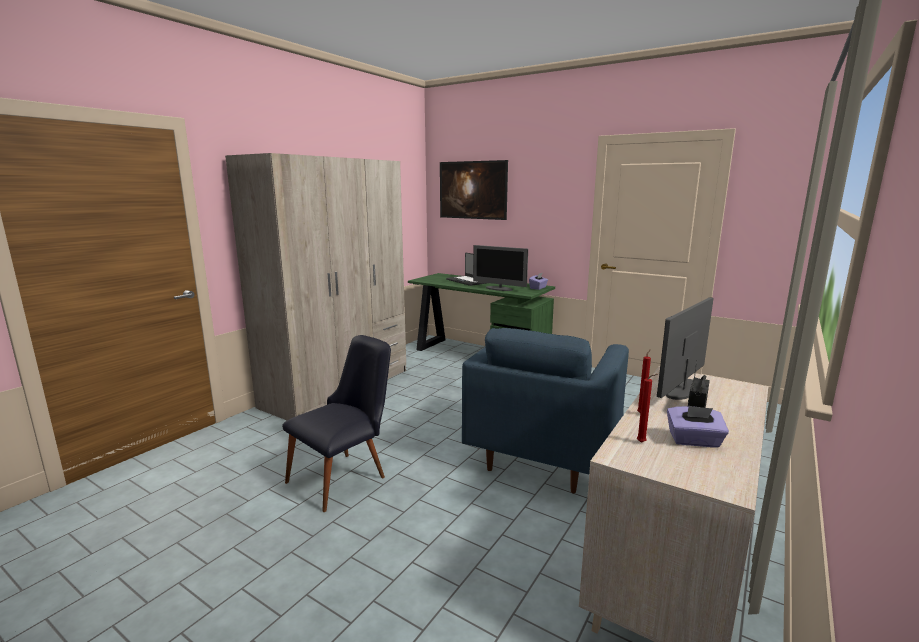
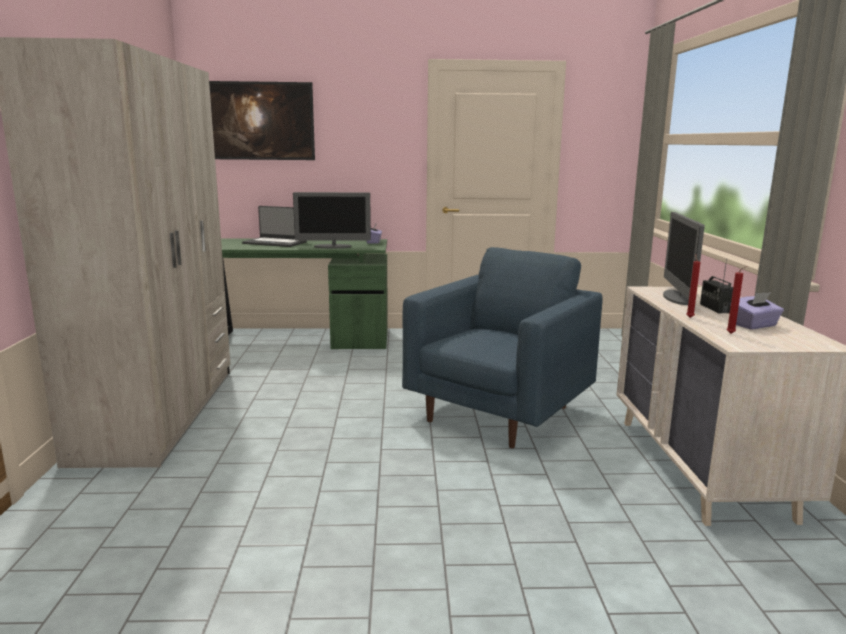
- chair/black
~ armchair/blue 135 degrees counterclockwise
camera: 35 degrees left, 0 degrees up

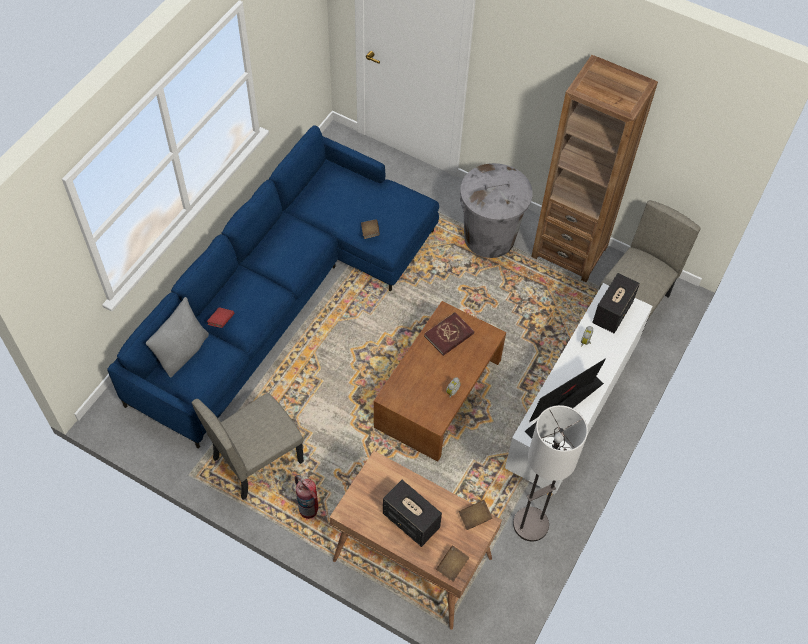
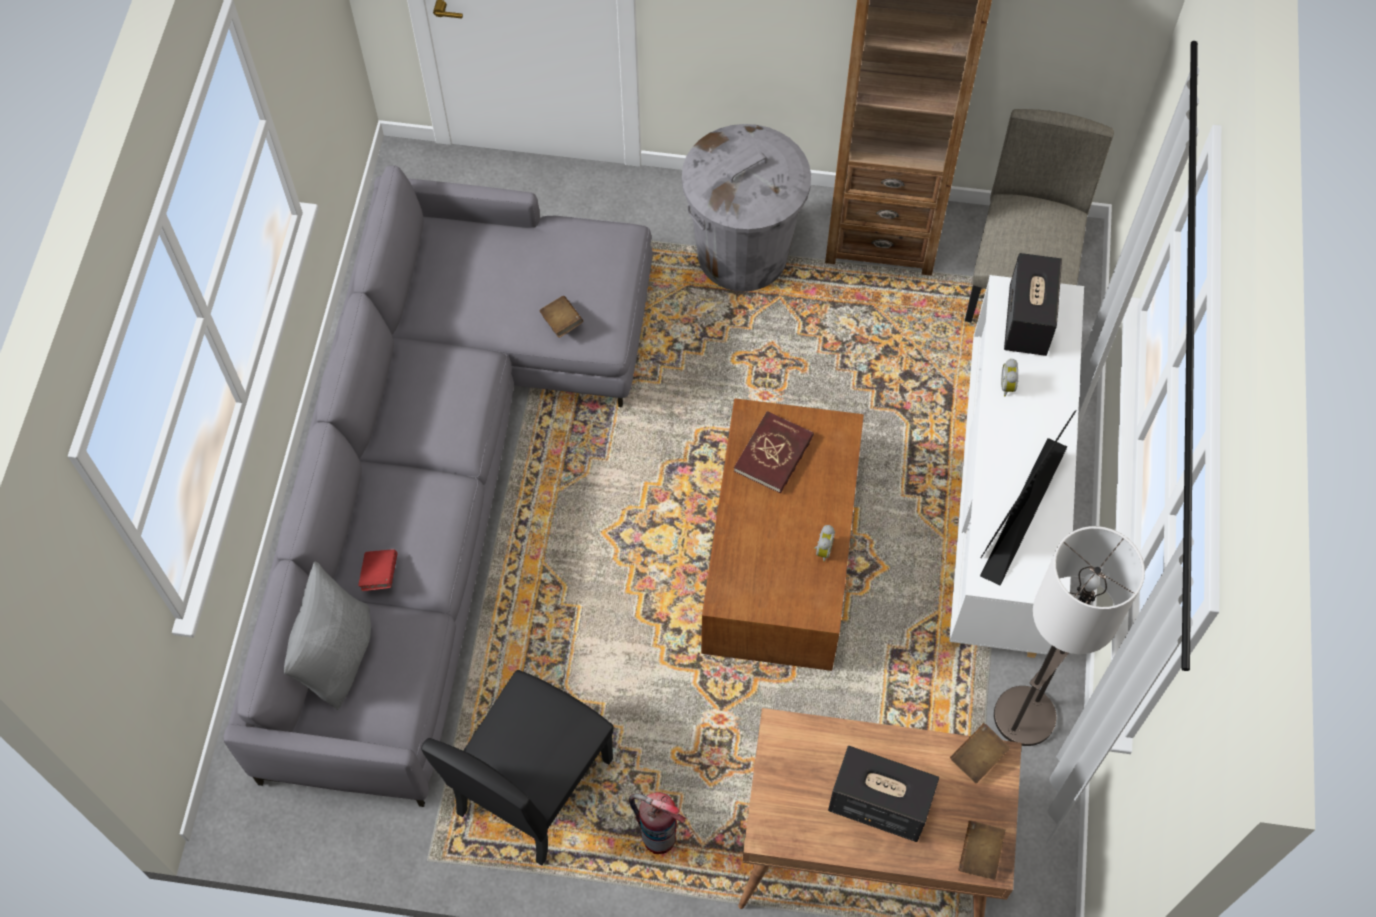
~ sofa/blue to sofa/grey
~ chair/beige (1st from left) to chair/black
camera: 20 degrees left, 5 degrees up

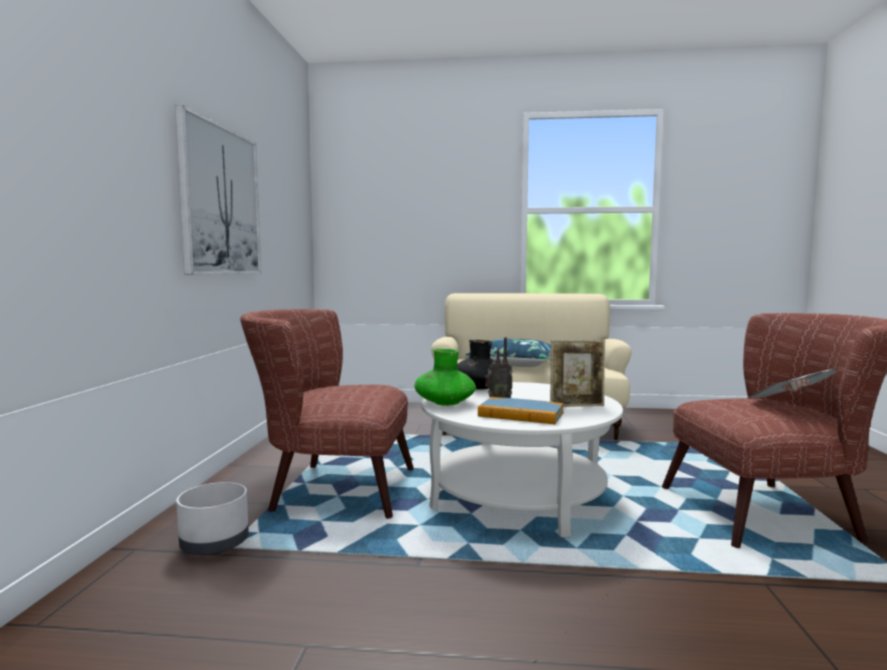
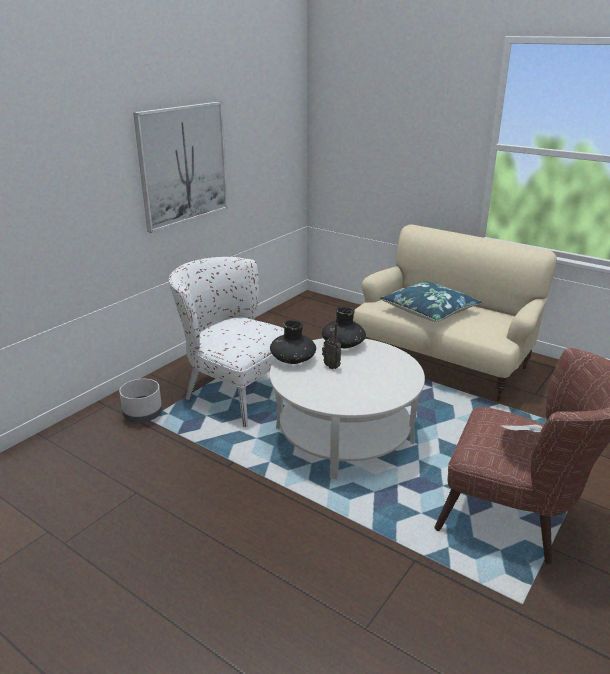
~ armchair/brown (1st from left) to armchair/white
~ vase/green to vase/black (1st from left)
- book
- picture frame
camera: 30 degrees right, 20 degrees up

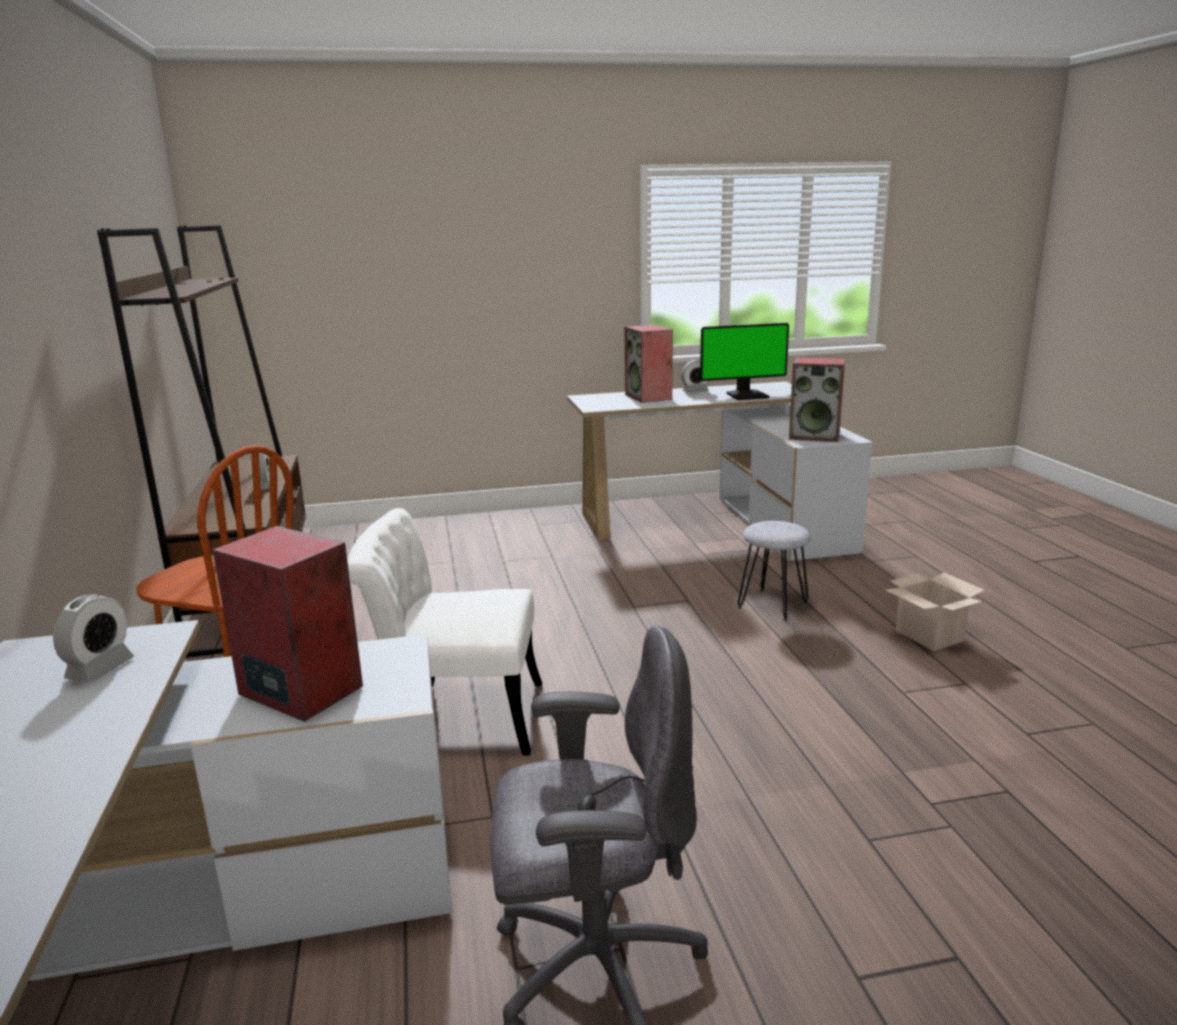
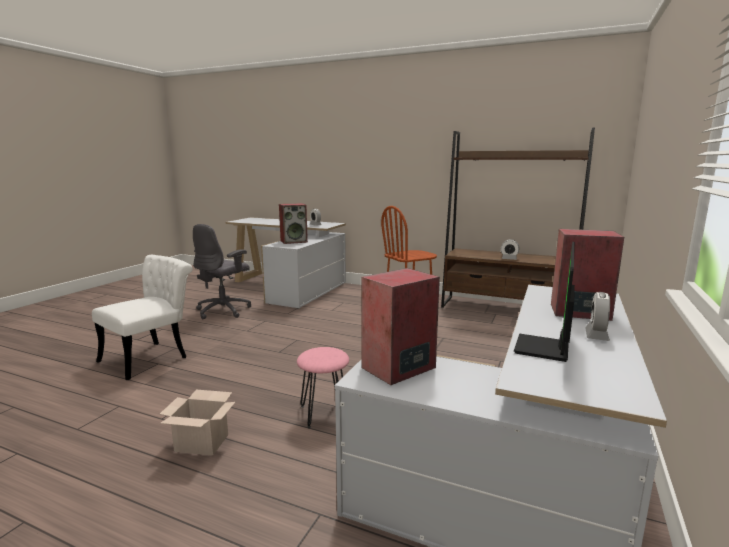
~ chair/white
~ stool/grey to stool/pink
camera: 125 degrees right, 5 degrees down

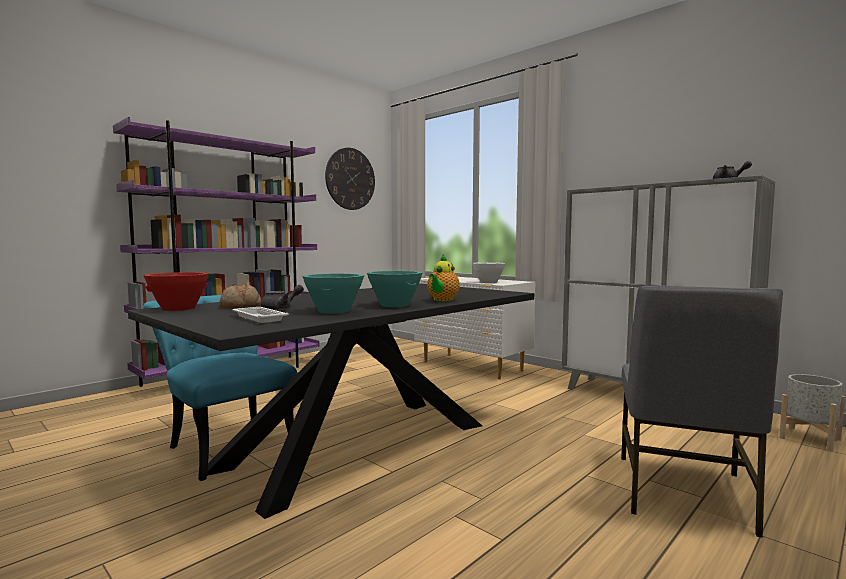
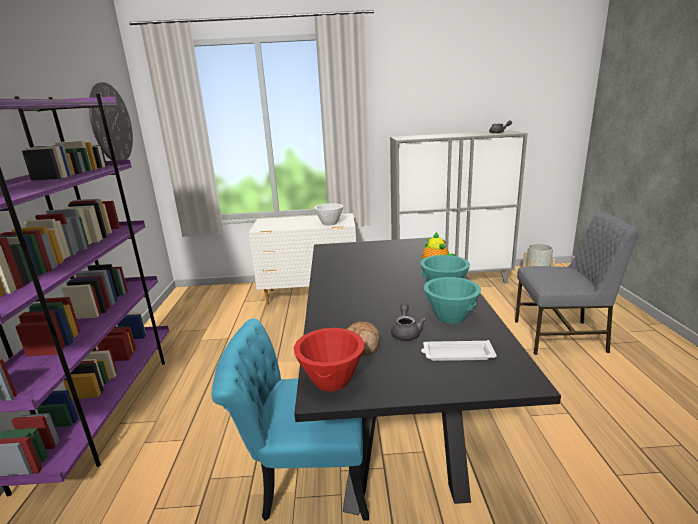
~ chair/grey 60 degrees counterclockwise
camera: 45 degrees left, 15 degrees up

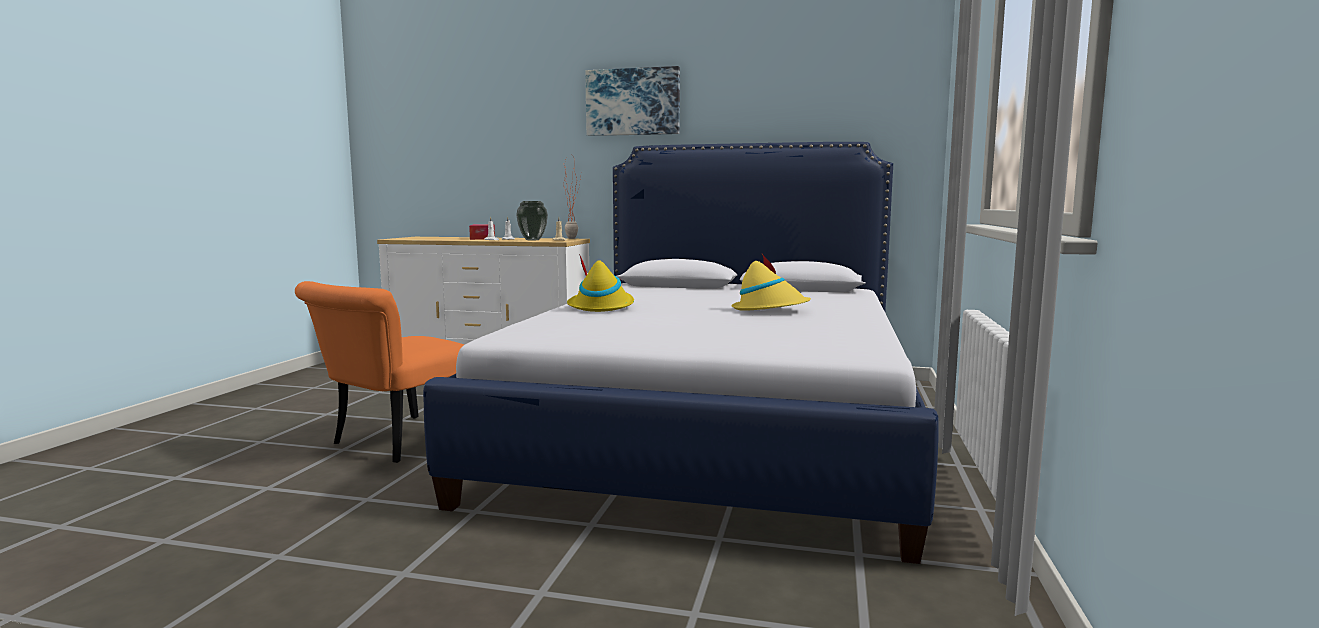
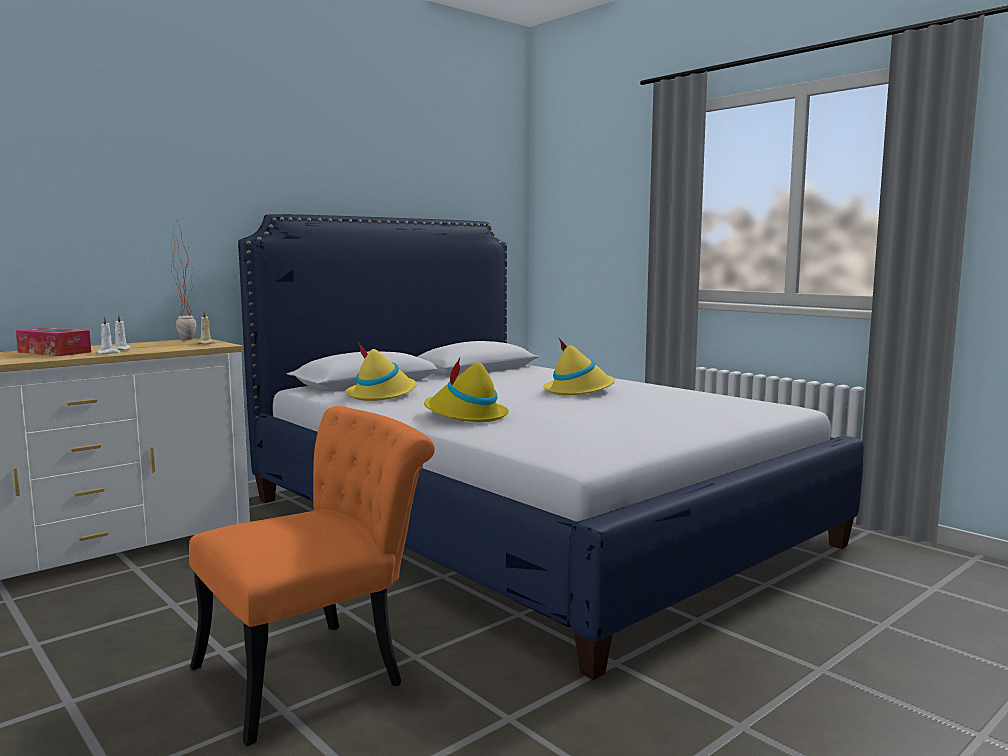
~ chair/orange 105 degrees counterclockwise
- vase
- picture
+ hat/yellow (1st from left)
camera: 55 degrees left, 0 degrees up

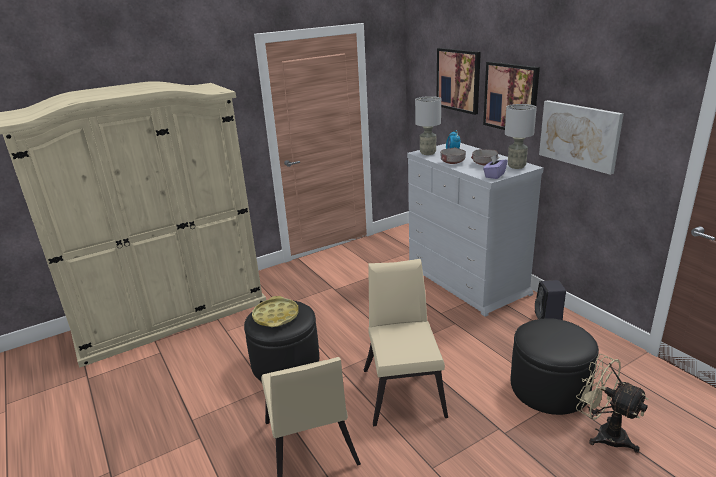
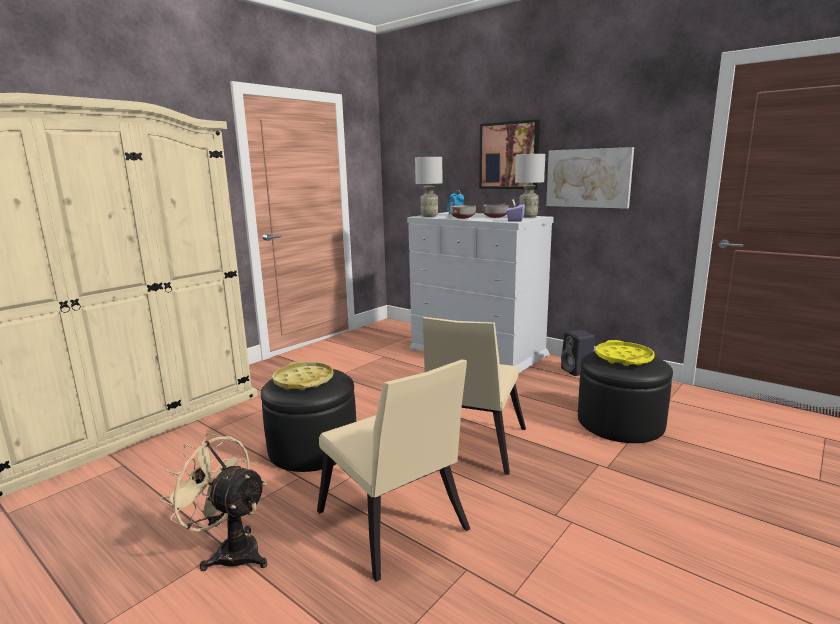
~ chair/beige (2nd from left) 135 degrees counterclockwise
- picture (1st from left)
~ fan/beige
+ tray/yellow (2nd from left)
camera: 20 degrees left, 10 degrees down

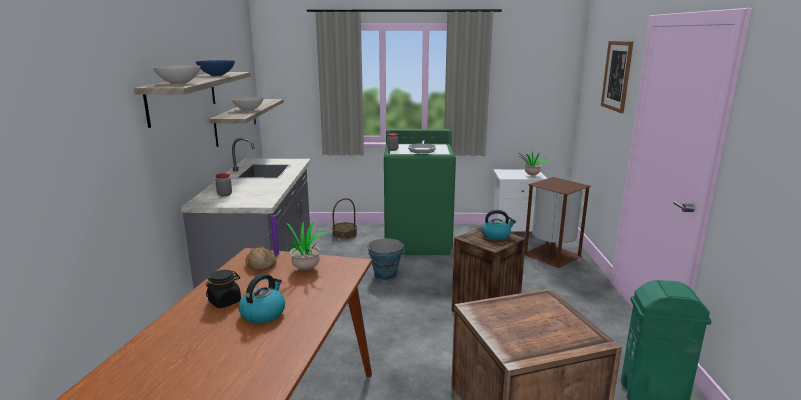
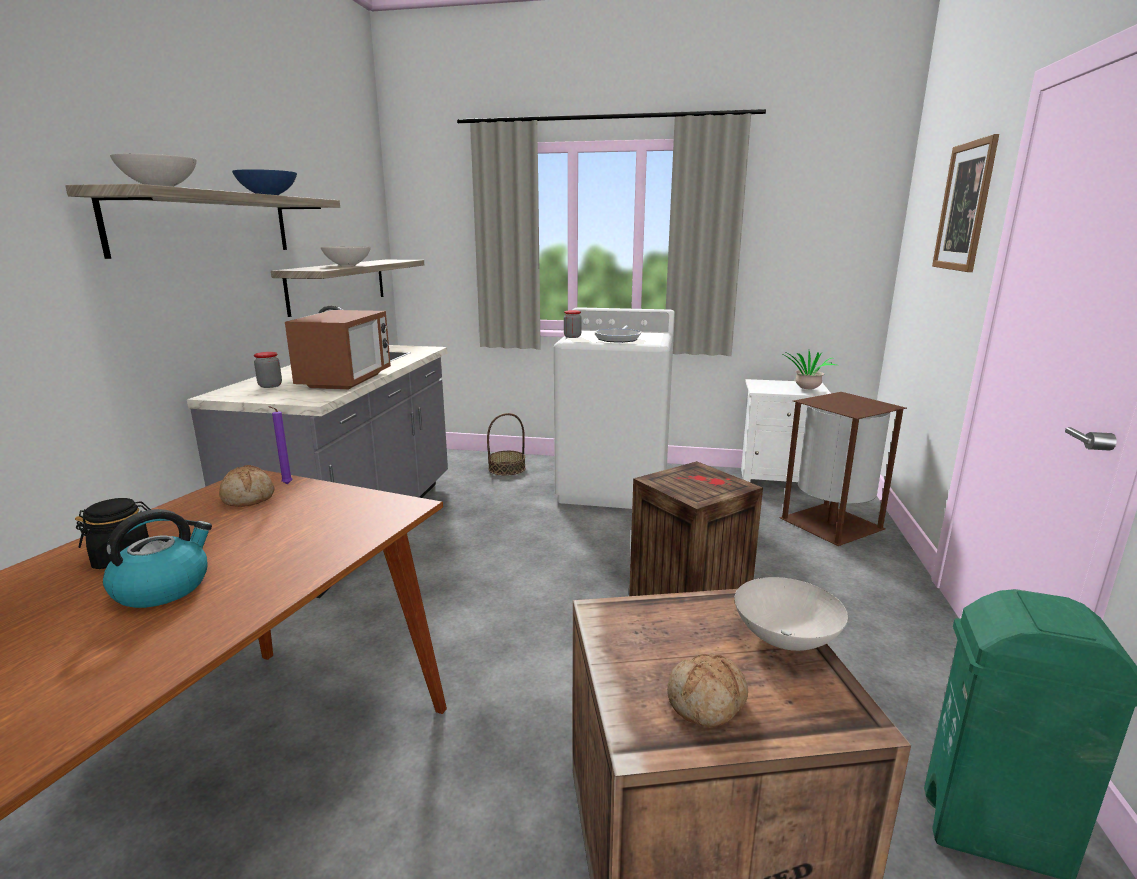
- potted plant (1st from left)
- bucket
~ washing machine/green to washing machine/white
- kettle (2nd from left)
+ microwave
+ bread (2nd from left)
+ bowl/white (3rd from left)
camera: 10 degrees right, 0 degrees up

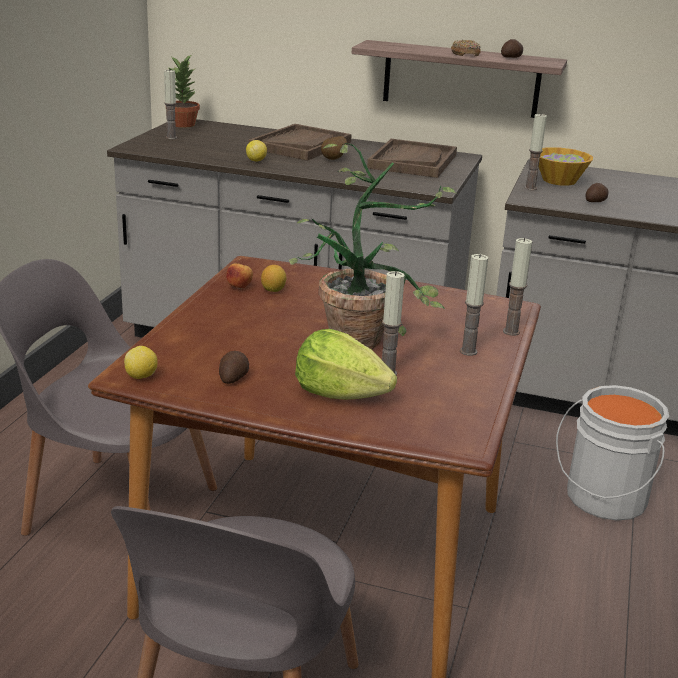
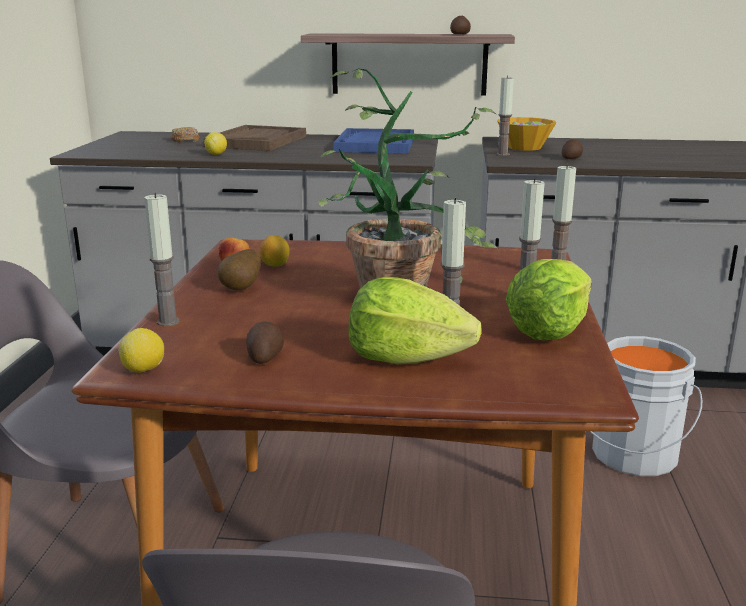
~ candle (1st from left)
- potted plant (1st from left)
~ potato (2nd from left in the first image) to potato (1st from left)
~ tray/brown (2nd from left) to tray/blue
~ donut
+ lettuce (2nd from left)
camera: 10 degrees left, 5 degrees down

